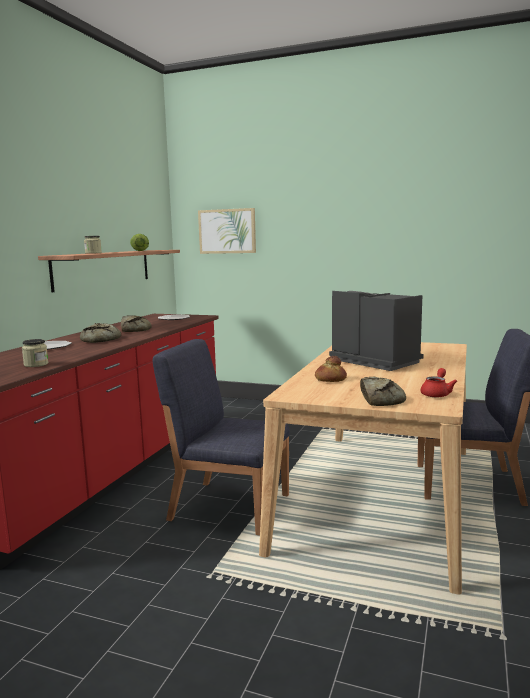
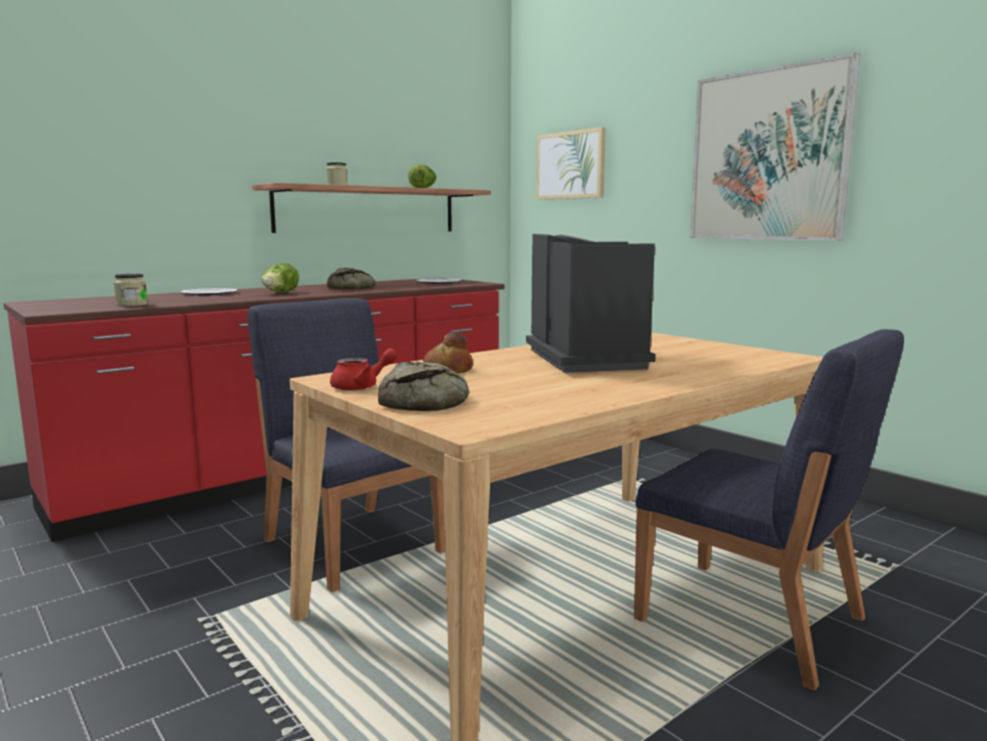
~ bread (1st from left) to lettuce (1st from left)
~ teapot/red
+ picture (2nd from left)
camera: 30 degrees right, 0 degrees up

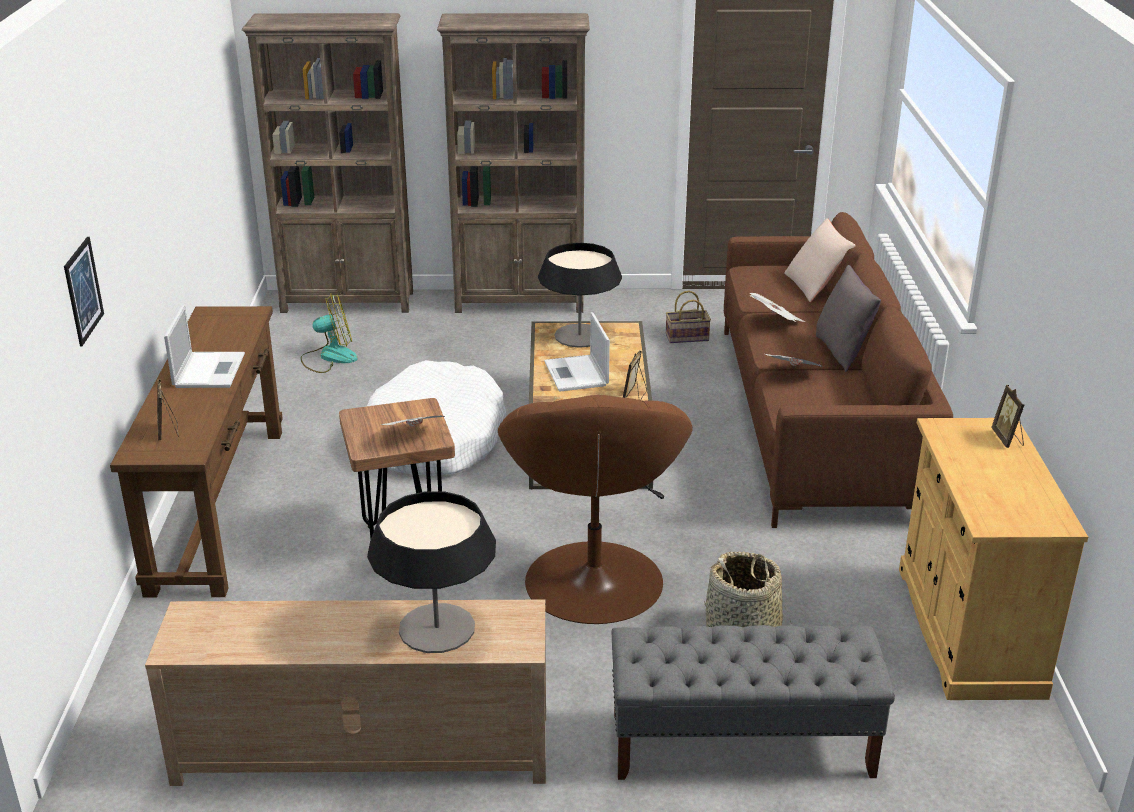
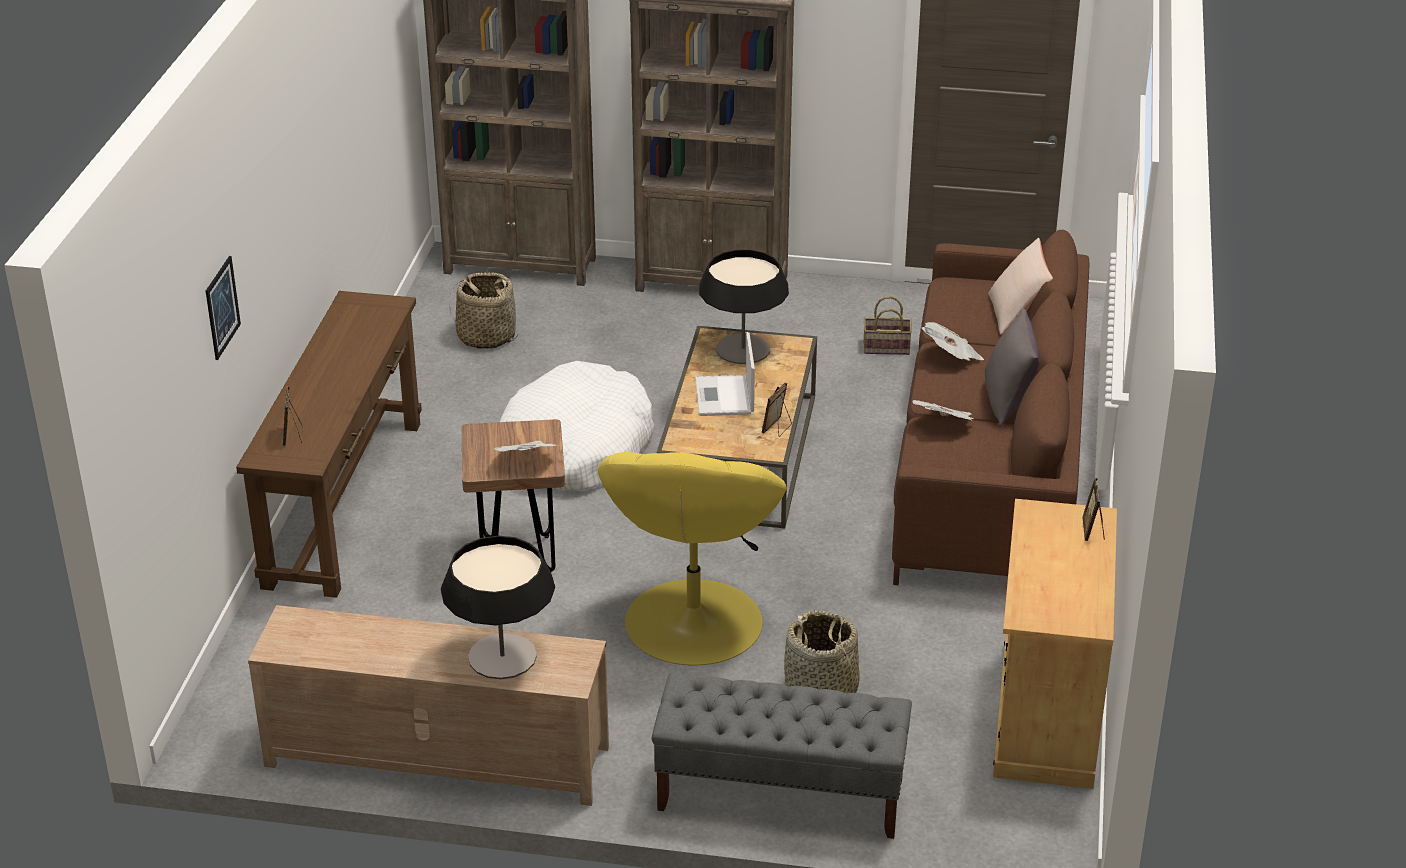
- laptop (1st from left)
~ fan to basket (1st from left)
~ armchair/brown to armchair/yellow
camera: 10 degrees right, 5 degrees up

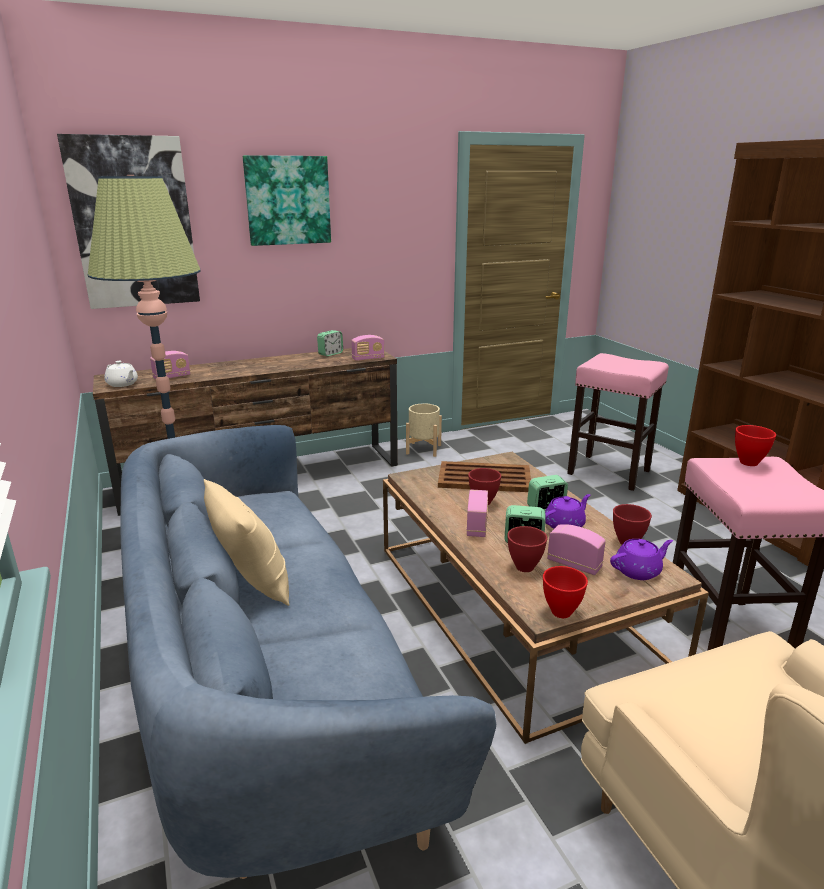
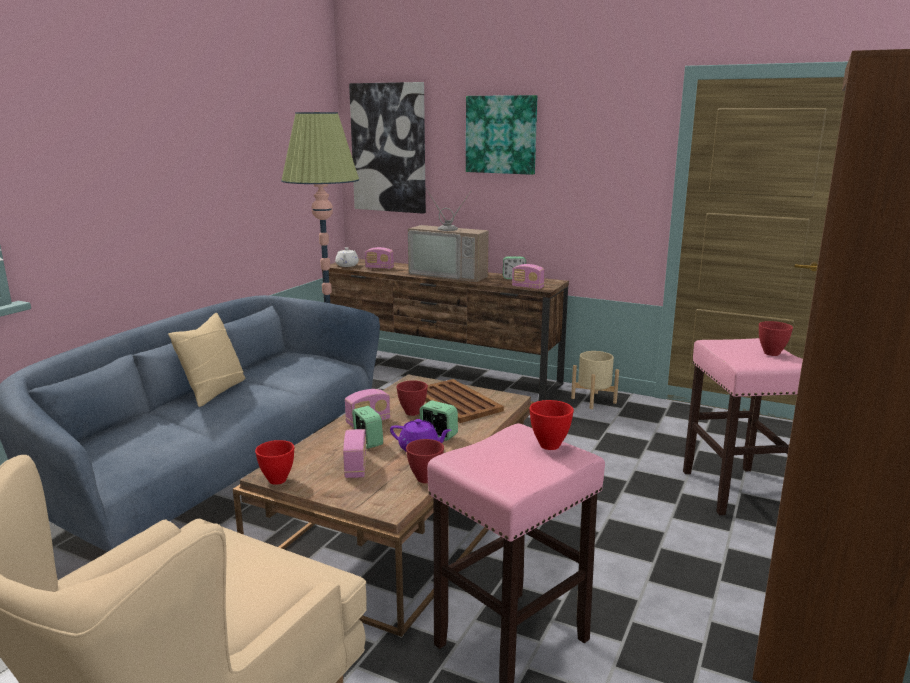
~ bowl/red (2nd from left in the first image) to bowl/red (5th from left)
- teapot/purple (2nd from left)
+ television
camera: 50 degrees right, 5 degrees down

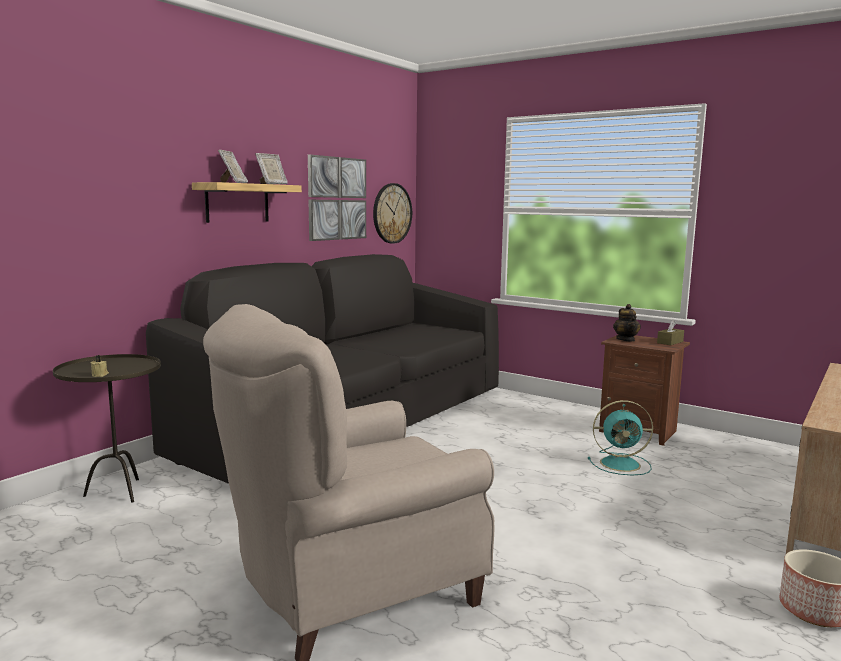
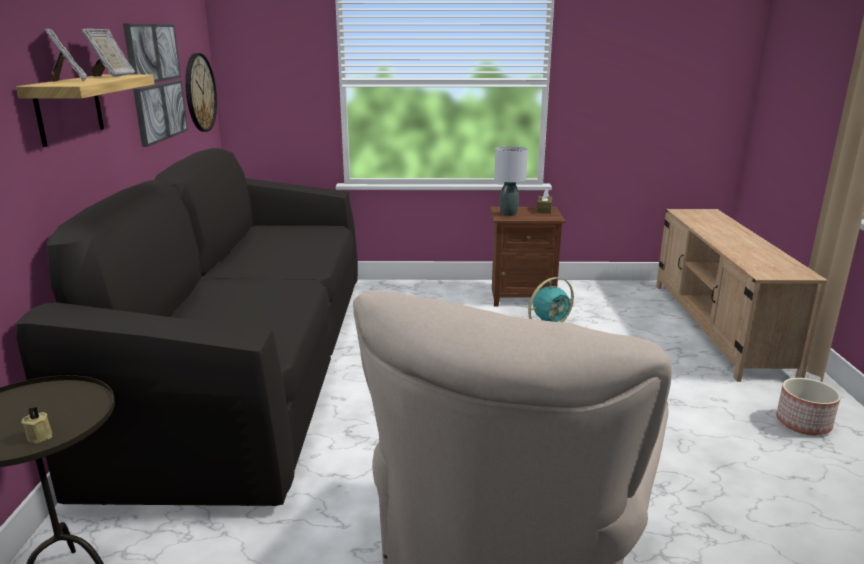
~ teapot to table lamp/grey
camera: 35 degrees left, 10 degrees up

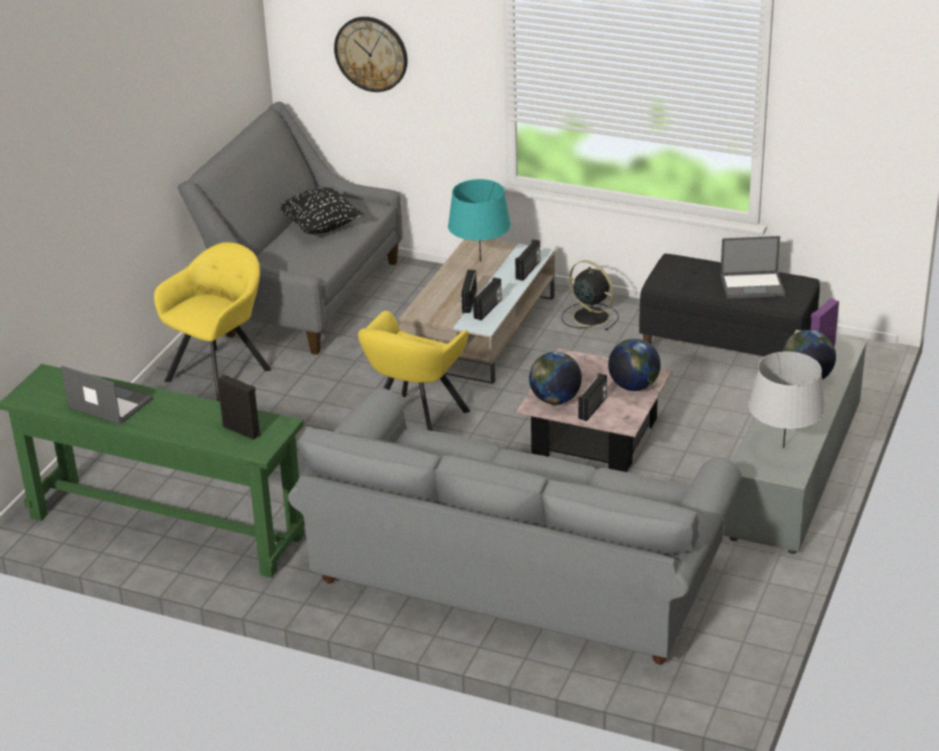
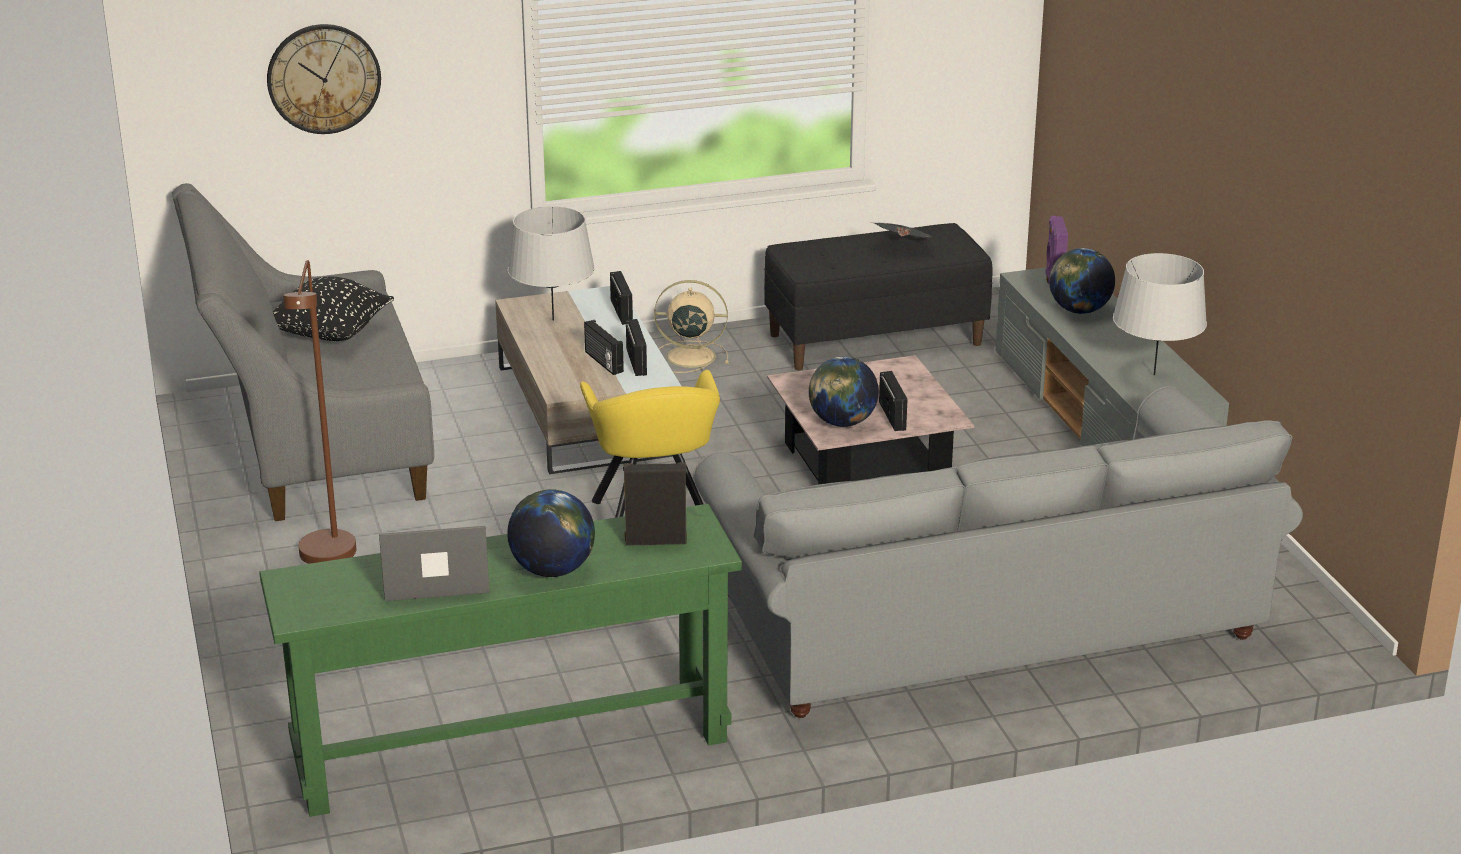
~ armchair/yellow (1st from left) to floor lamp/brown
~ table lamp/turquoise to table lamp/grey (1st from left)
~ fan/black to fan/beige
~ globe (2nd from left in the first image) to globe (1st from left)
~ laptop (2nd from left) to newspaper
camera: 40 degrees left, 5 degrees down

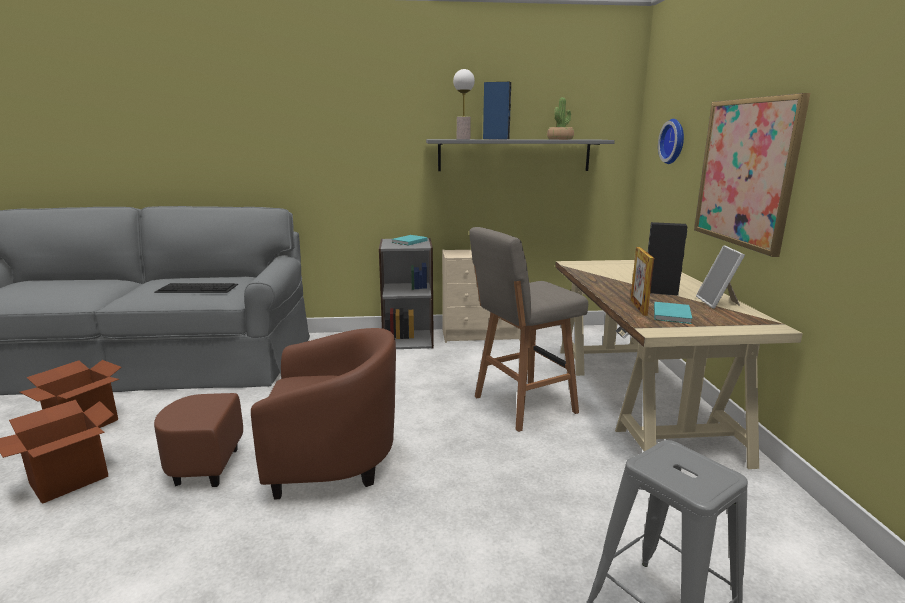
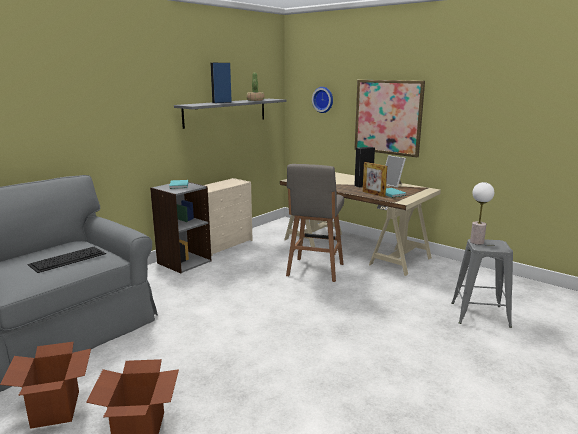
- armchair/brown
~ table lamp
camera: 45 degrees left, 0 degrees up

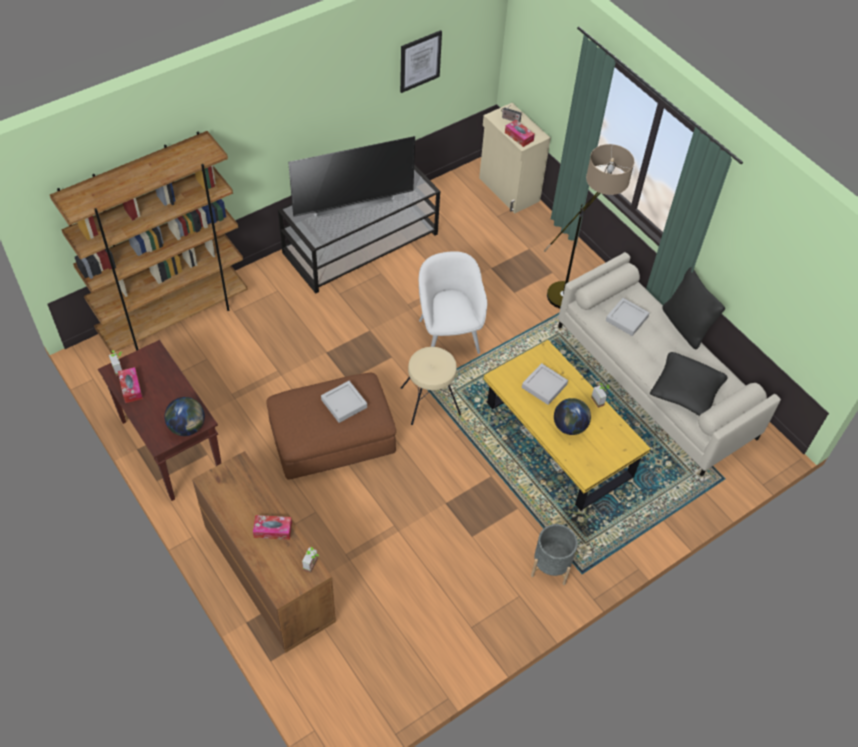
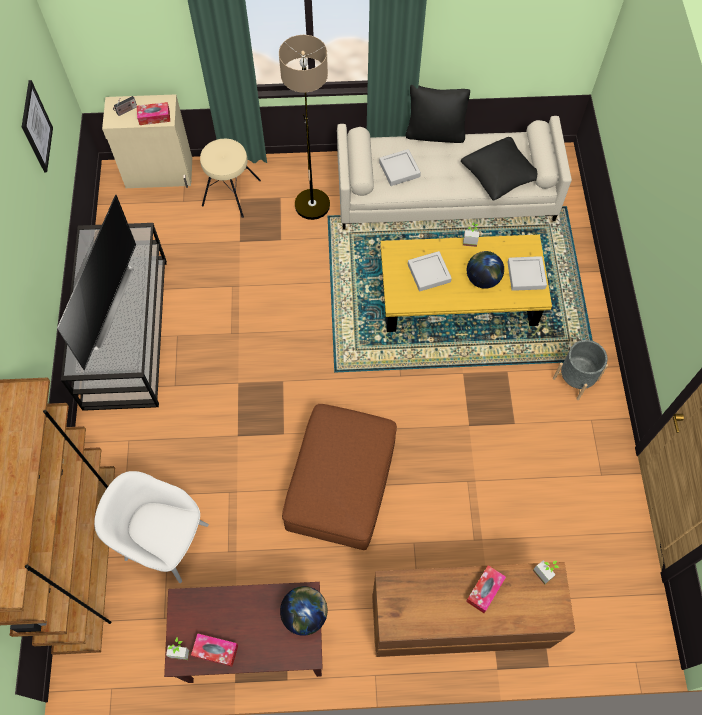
~ tray/grey (1st from left in the first image) to tray/grey (3rd from left)
~ stool/beige
~ armchair/white
camera: 55 degrees left, 10 degrees up

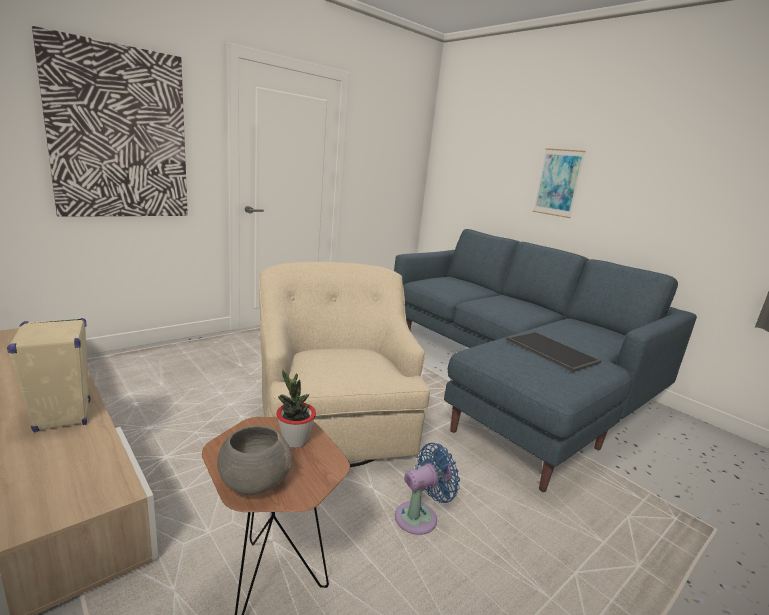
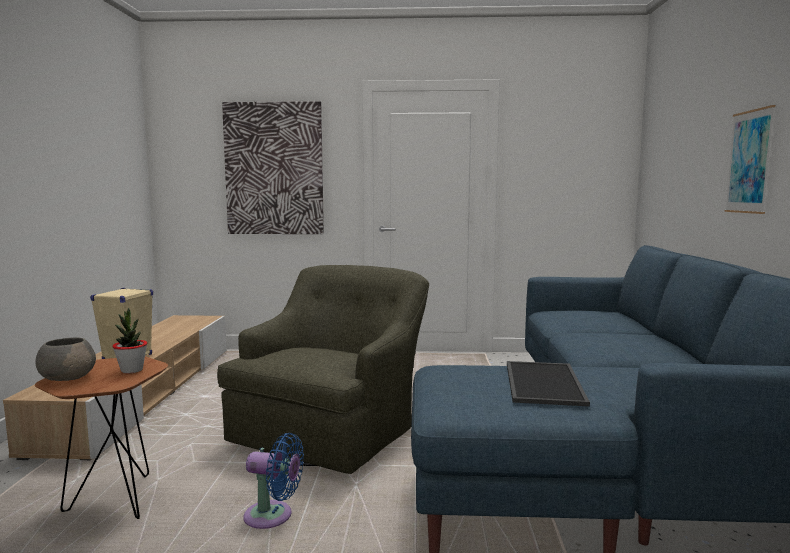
~ armchair/beige to armchair/green
camera: 45 degrees right, 10 degrees down

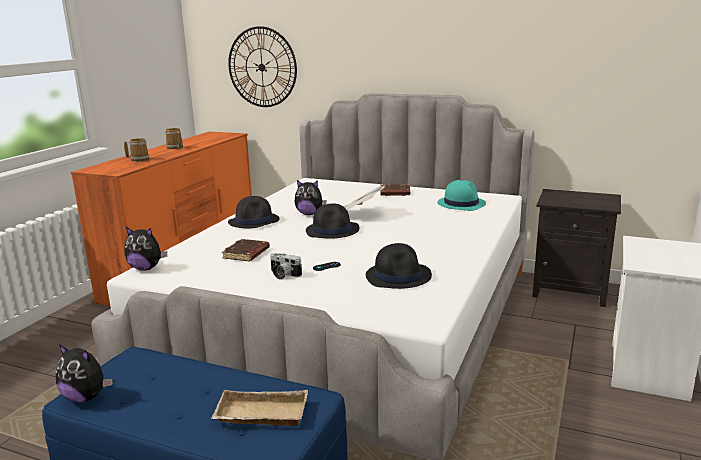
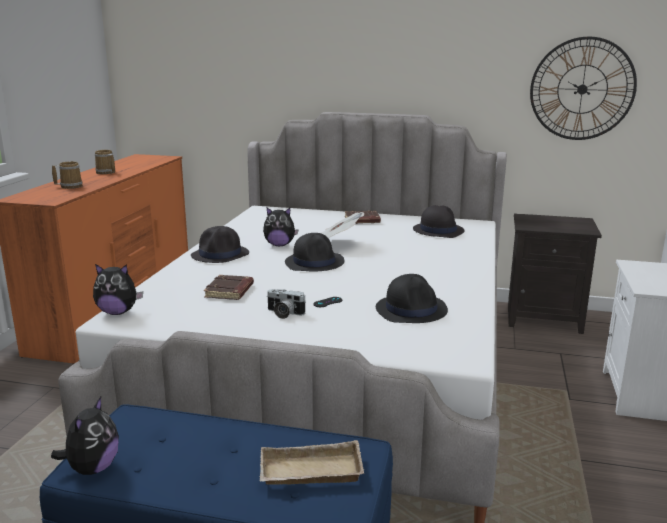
~ plush toy (1st from left) 90 degrees counterclockwise
~ wall clock
~ hat/turquoise to hat/black (4th from left)
camera: 10 degrees left, 0 degrees up

